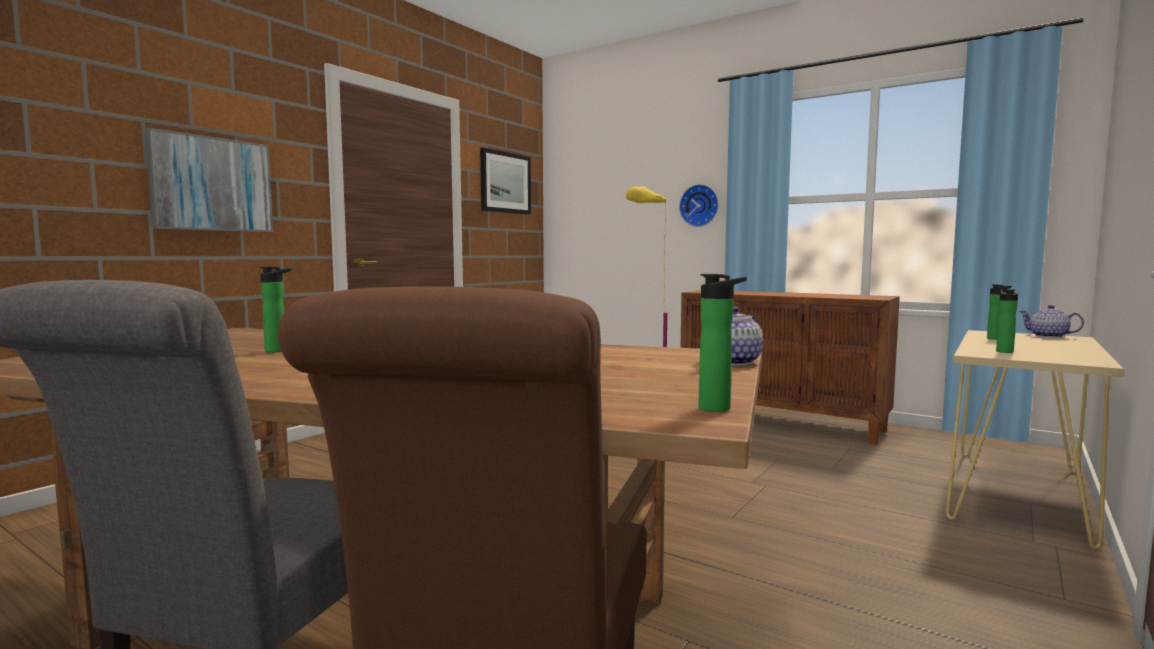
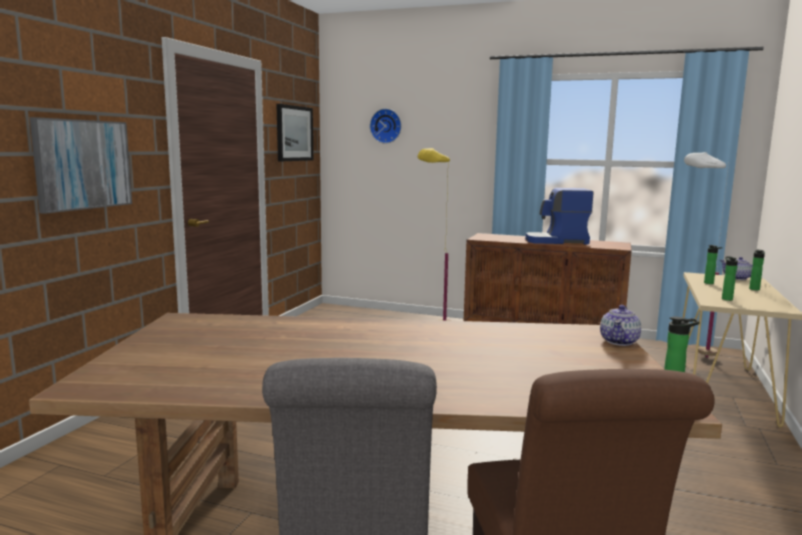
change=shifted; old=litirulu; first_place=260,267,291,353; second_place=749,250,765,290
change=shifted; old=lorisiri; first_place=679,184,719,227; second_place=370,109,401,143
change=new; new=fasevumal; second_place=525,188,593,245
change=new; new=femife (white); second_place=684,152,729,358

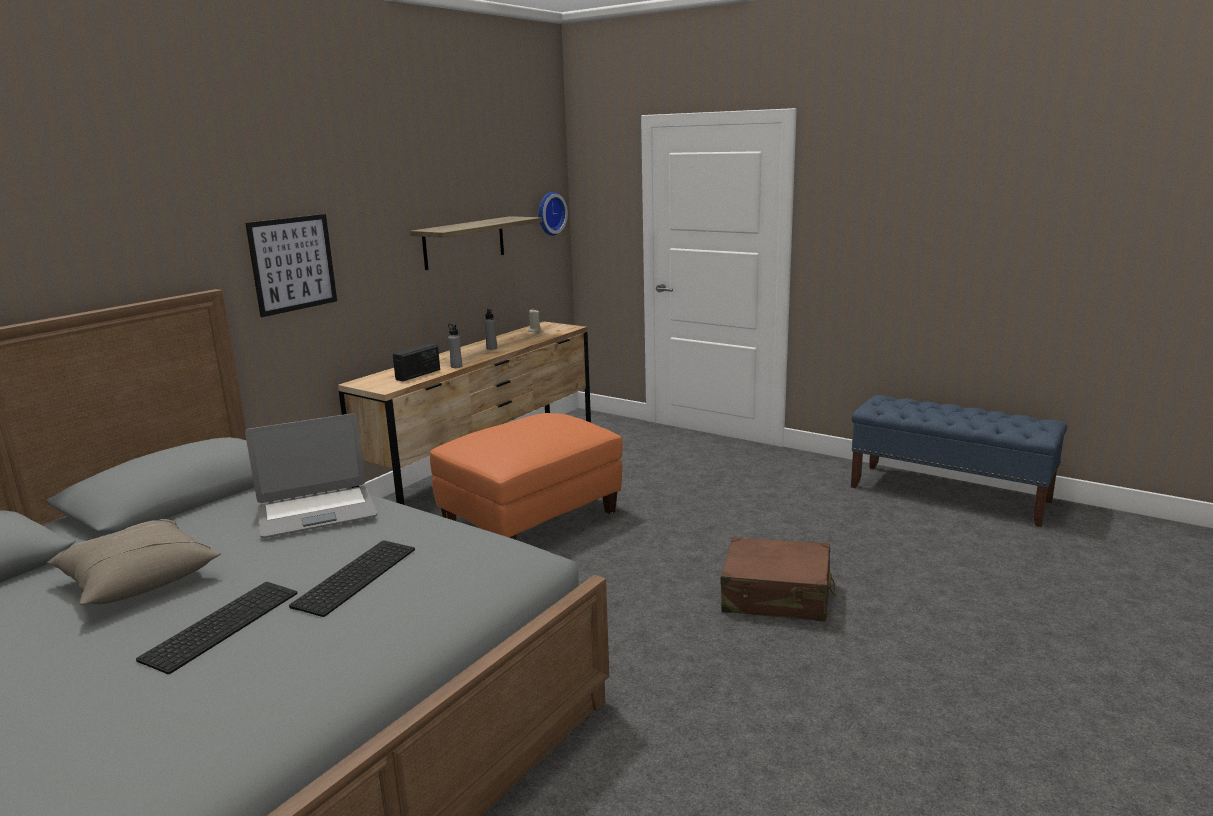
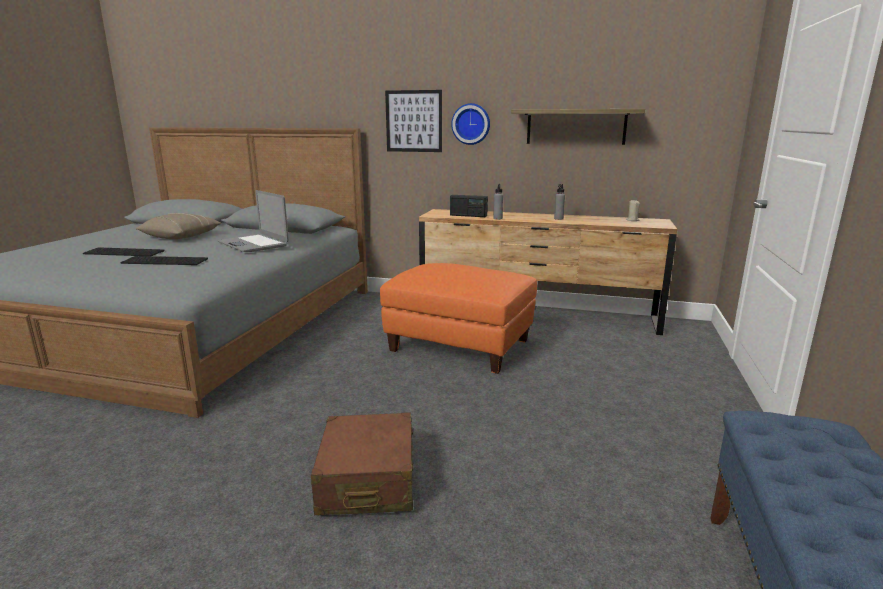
change=shifted; old=lorisiri; first_place=538,192,568,236; second_place=451,103,490,145

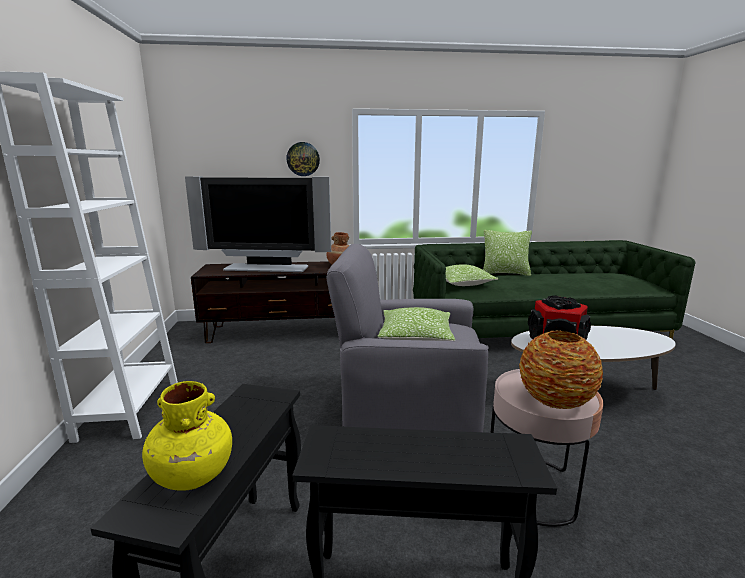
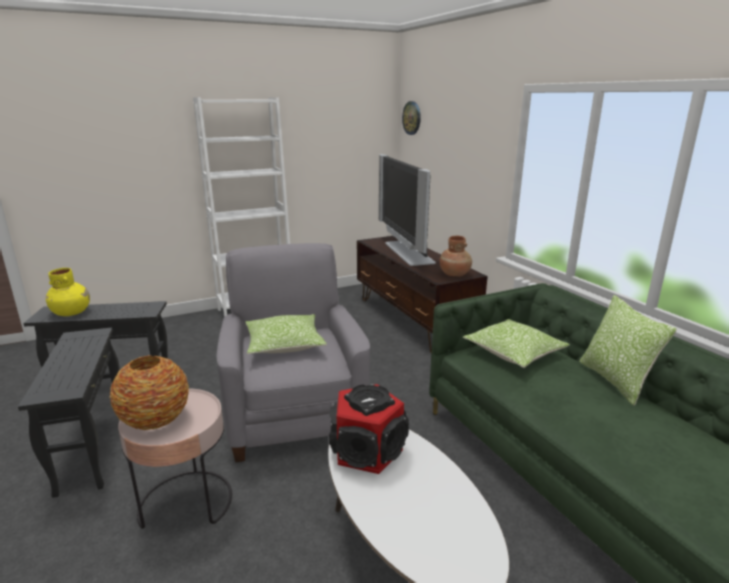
change=shifted; old=lorisiri; first_place=286,142,320,176; second_place=402,101,421,135

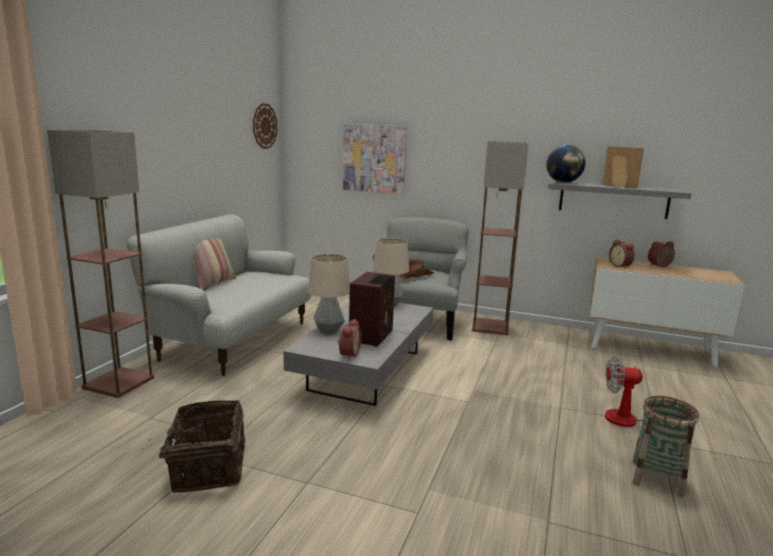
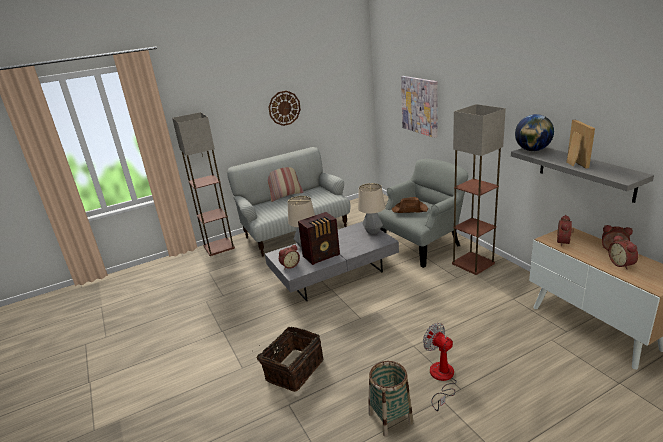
change=shifted; old=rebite; first_place=142,400,245,493; second_place=252,327,323,392
change=shifted; old=lorisiri; first_place=253,103,277,149; second_place=268,91,301,126
change=new; new=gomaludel; second_place=609,235,638,270

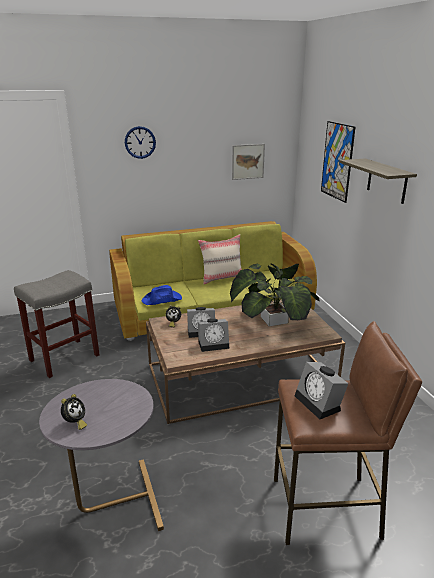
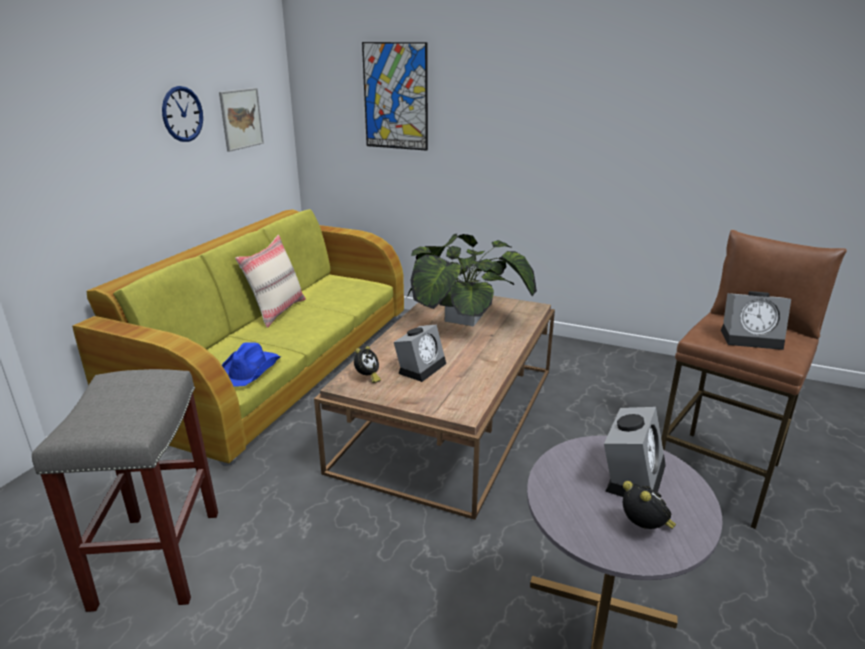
change=shifted; old=lorisiri; first_place=125,126,156,159; second_place=162,86,203,142
change=shifted; old=gomaludel; first_place=198,319,229,352; second_place=604,407,666,497
change=gone; old=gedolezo; first_place=339,158,417,204

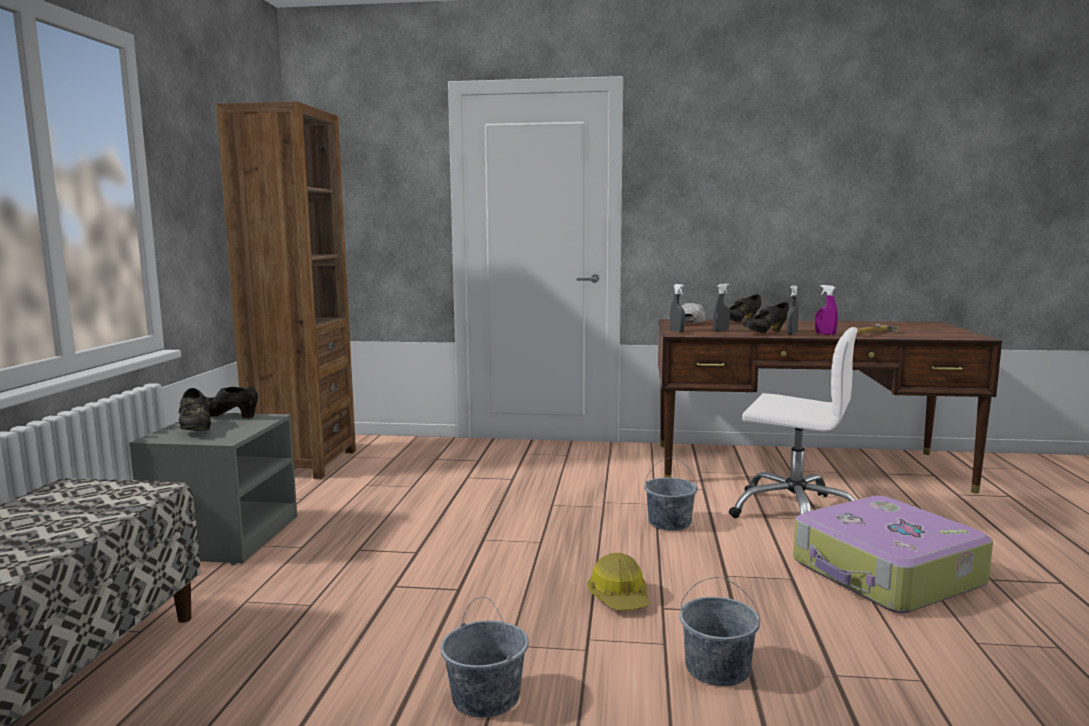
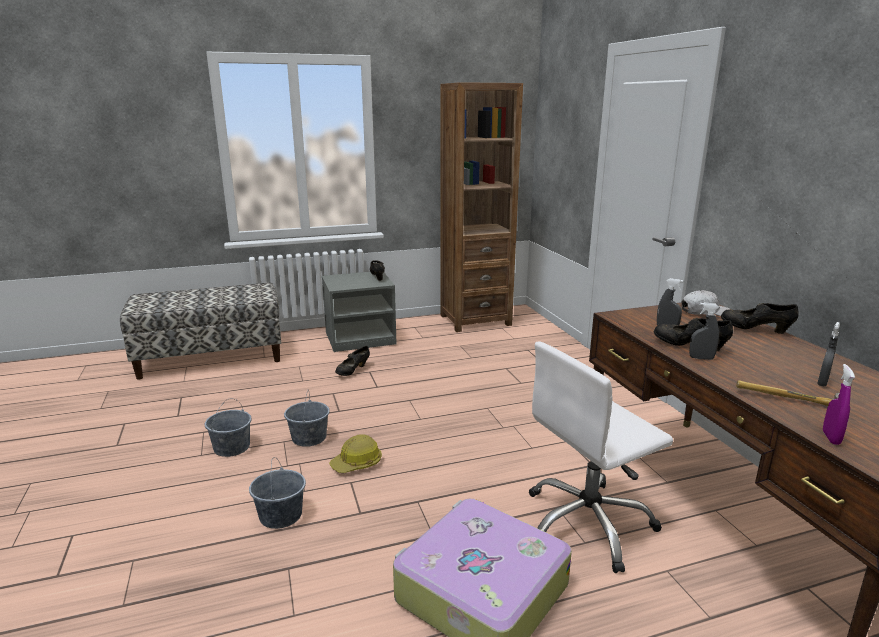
change=shifted; old=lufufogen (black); first_place=179,388,211,431; second_place=335,346,370,376
change=shifted; old=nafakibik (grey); first_place=644,457,698,531; second_place=284,390,330,447
change=shifted; old=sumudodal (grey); first_place=670,284,685,332; second_place=817,322,840,387
change=rotated; old=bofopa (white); first_place=729,327,858,518; second_place=529,341,673,573; degrees=60
change=shifted; old=sumudodal (purple); first_place=815,285,838,335; second_place=823,364,855,445

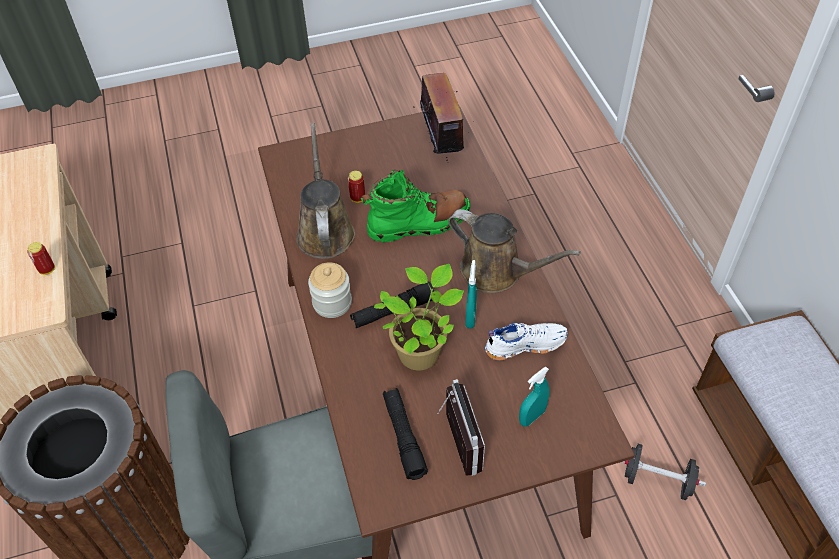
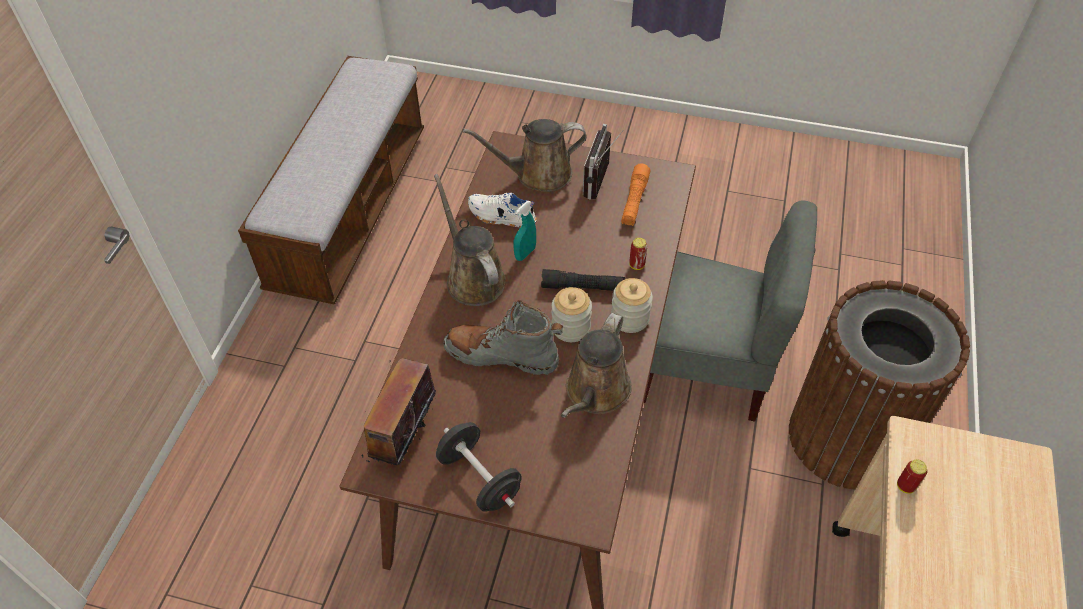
change=shifted; old=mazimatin; first_place=348,171,365,203; second_place=629,238,647,270
change=repainted; old=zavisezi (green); new=zavisezi (grey); first_place=361,170,470,243; second_place=444,300,563,375
change=gone; old=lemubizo; first_place=374,264,464,370
change=repainted; old=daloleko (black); new=daloleko (orange); first_place=383,388,428,480; second_place=621,163,650,226
change=swapped; old=sumudodal (turquoise); new=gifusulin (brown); first_place=519,367,549,427; second_place=463,119,587,192
change=shifted; old=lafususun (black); first_place=622,444,706,500; second_place=436,422,522,512
change=new; new=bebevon; second_place=552,287,592,342

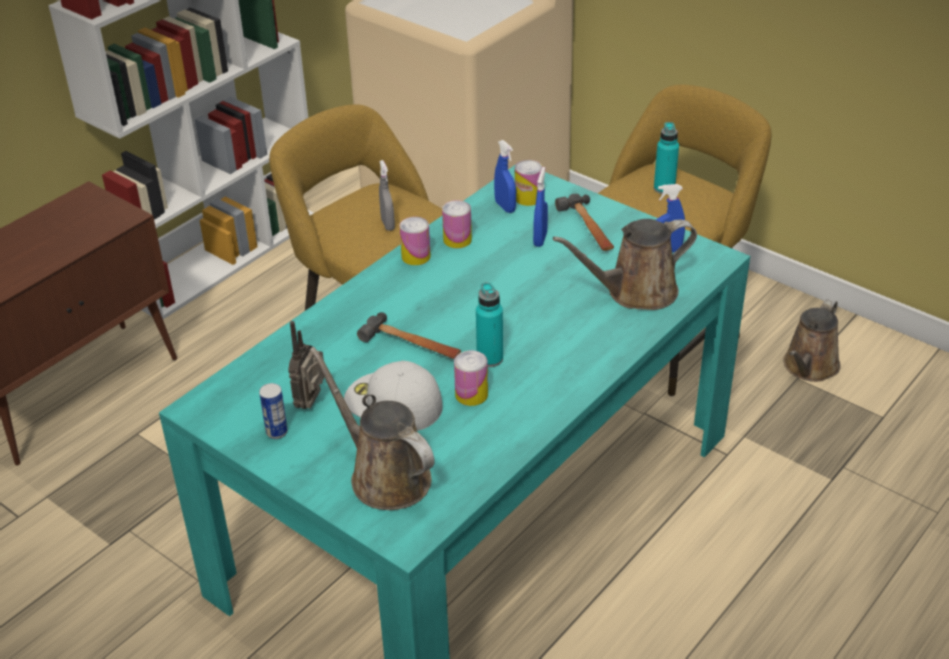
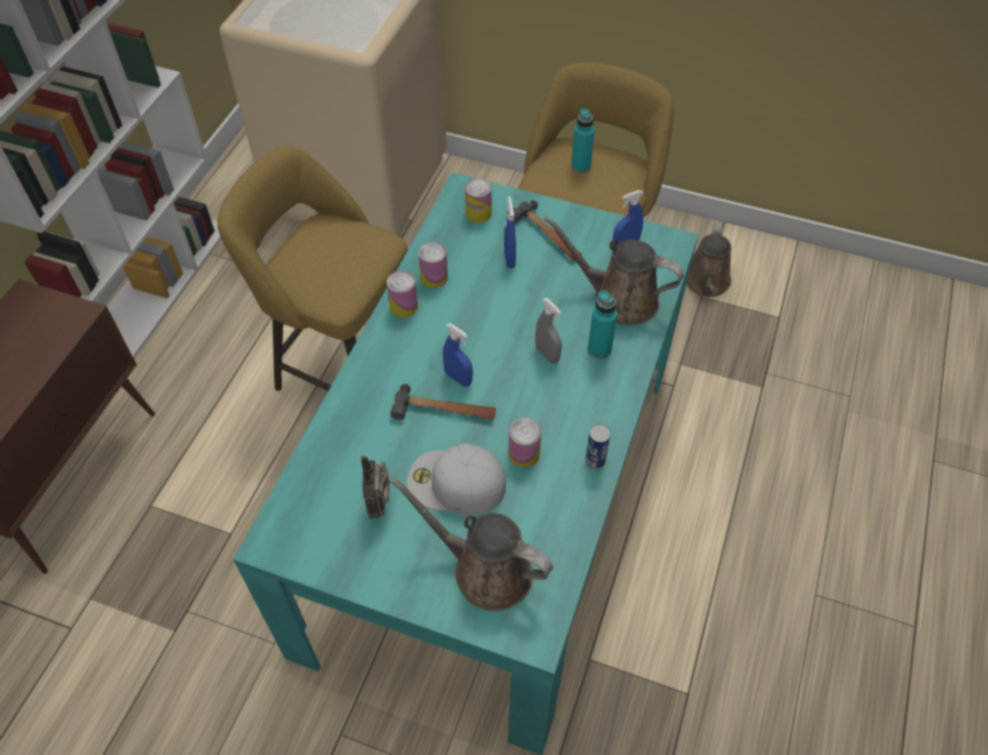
change=shifted; old=mazimatin; first_place=259,383,288,439; second_place=585,424,611,469
change=shifted; old=sumudodal (grey); first_place=379,160,395,231; second_place=535,298,562,364
change=shifted; old=litirulu (turquoise); first_place=476,282,503,367; second_place=588,290,617,359
change=shifted; old=sumudodal (blue); first_place=494,140,516,213; second_place=443,323,473,387
change=rotated; old=gifusulin (brown); first_place=553,219,697,310; second_place=544,216,684,326; degrees=60

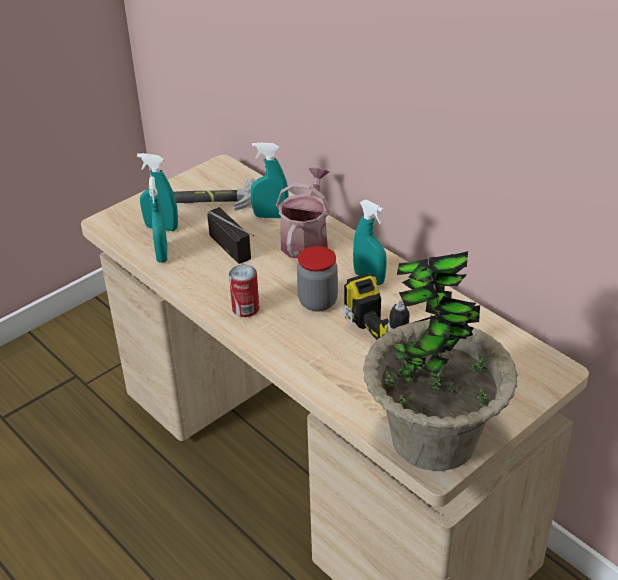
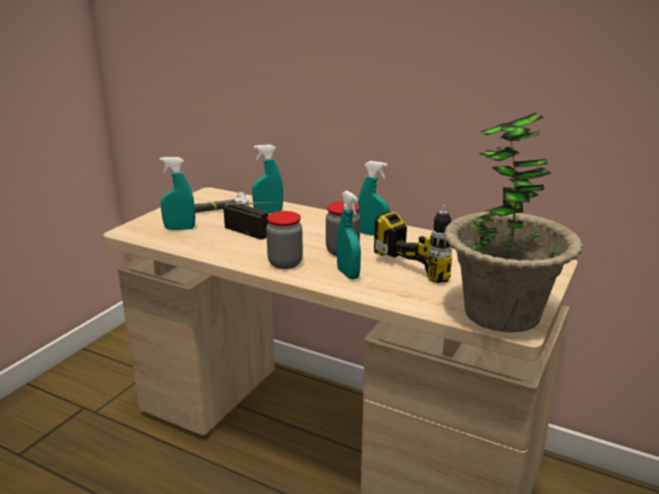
change=shifted; old=sumudodal (turquoise); first_place=149,177,168,263; second_place=337,191,361,280
change=swapped; old=mazimatin; new=bebevon; first_place=229,265,259,317; second_place=266,211,303,269
change=gone; old=gifusulin; first_place=276,167,330,259

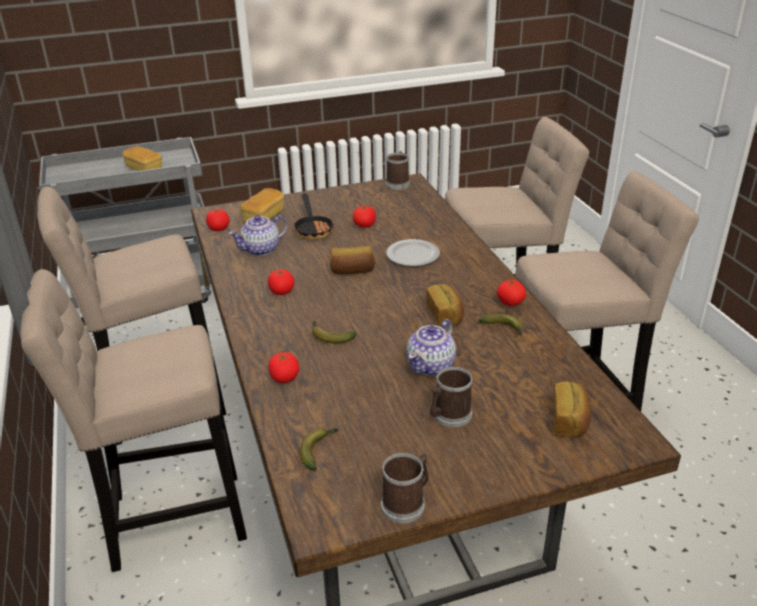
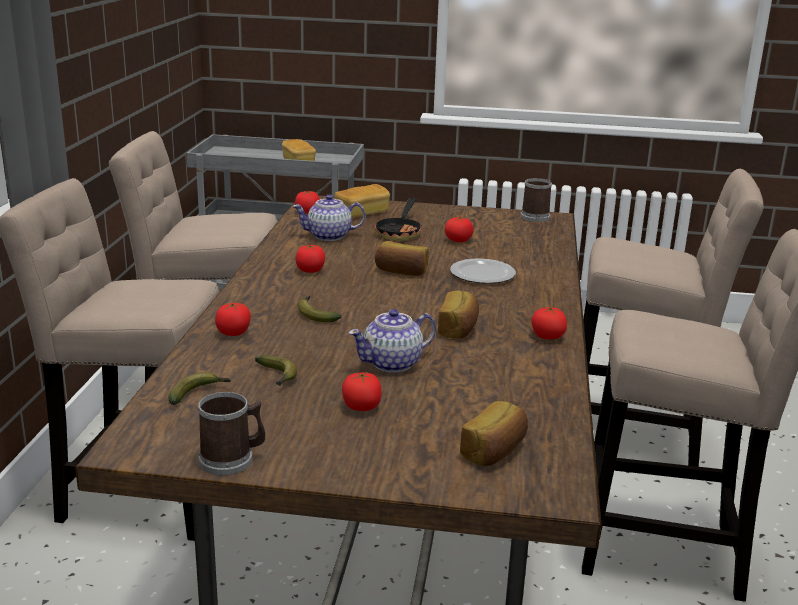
change=swapped; old=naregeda; new=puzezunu; first_place=430,367,473,428; second_place=342,371,382,411
change=shifted; old=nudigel; first_place=478,314,523,336; second_place=255,355,298,386

